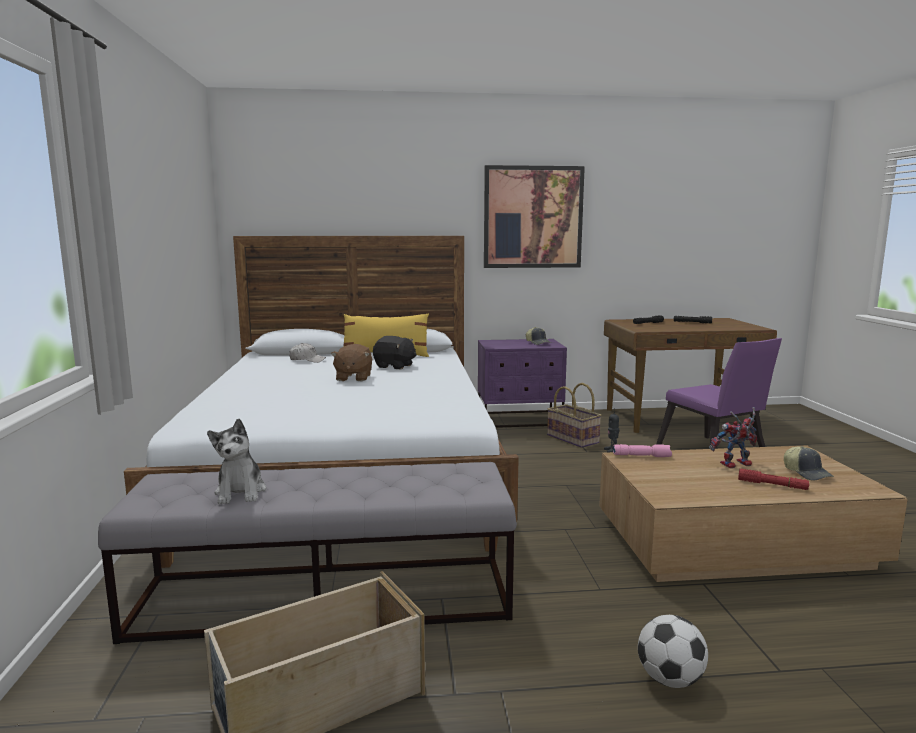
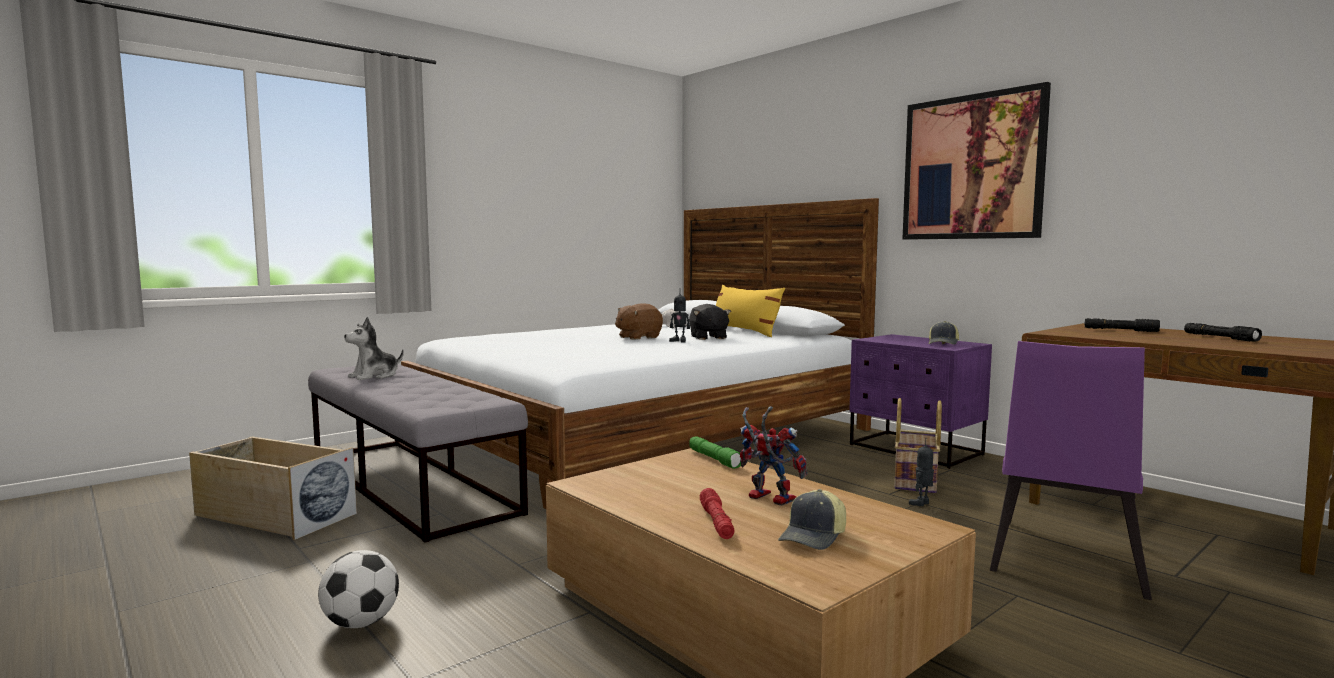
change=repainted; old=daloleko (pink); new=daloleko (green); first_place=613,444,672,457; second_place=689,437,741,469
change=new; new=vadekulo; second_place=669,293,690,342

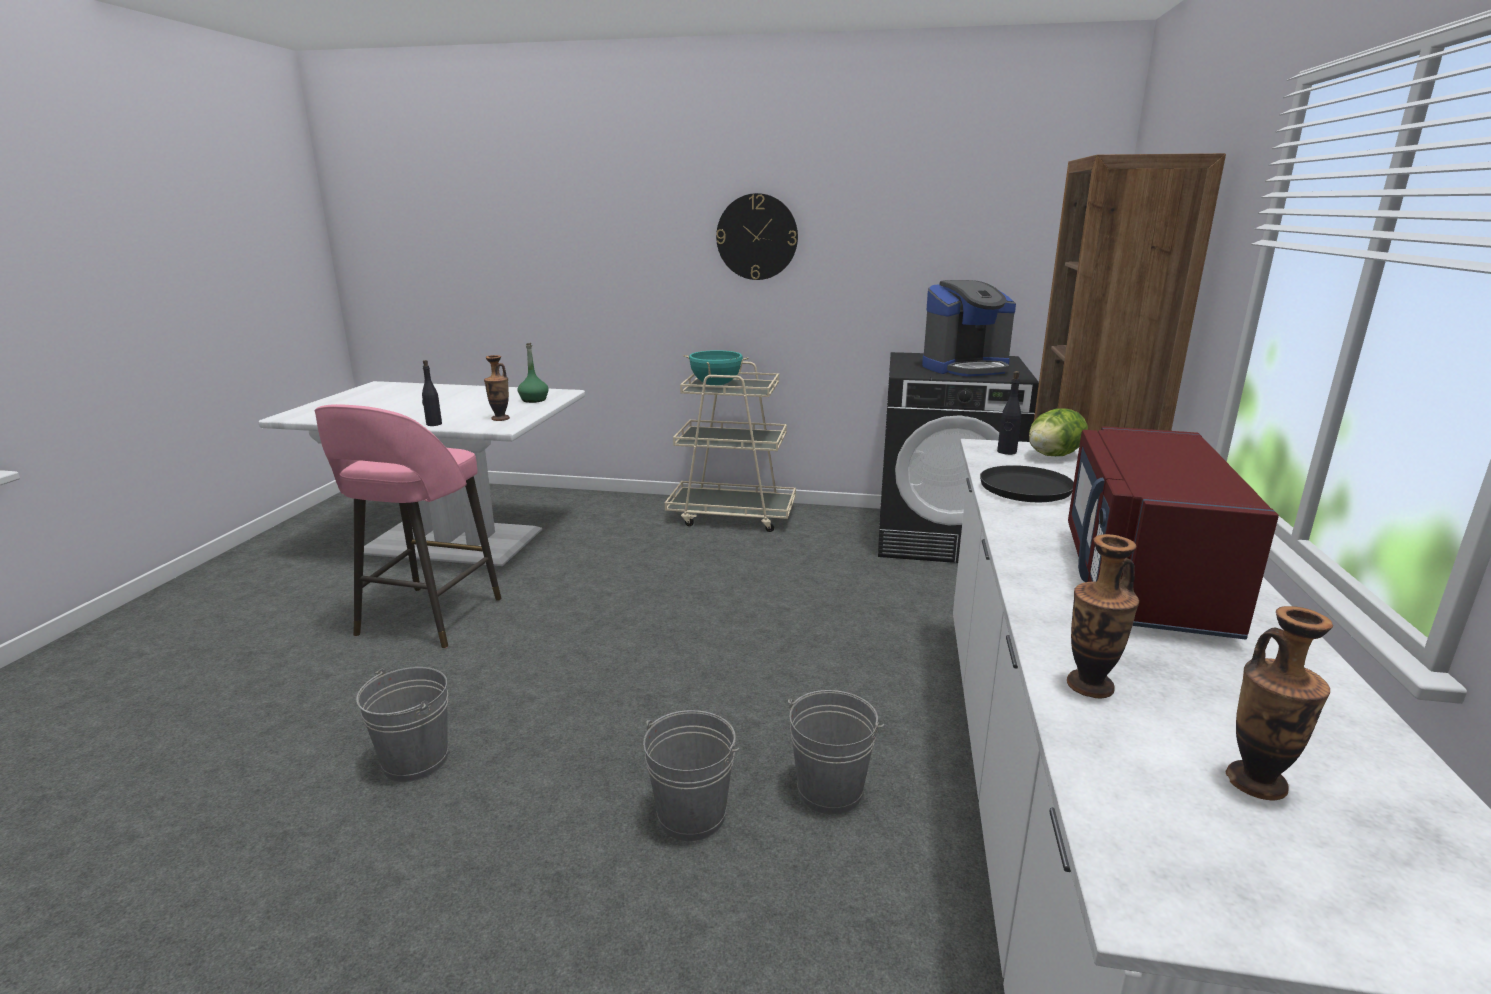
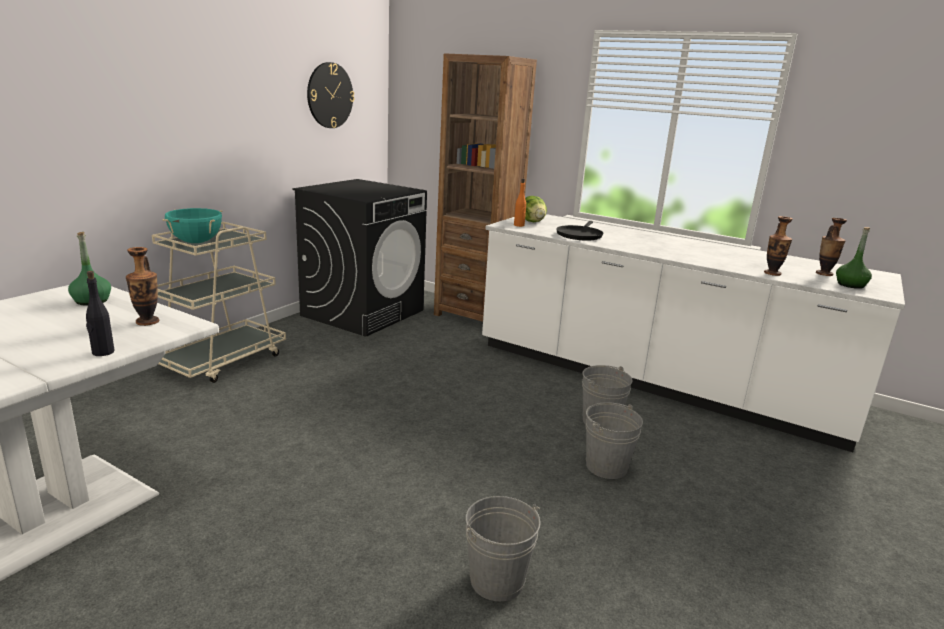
change=gone; old=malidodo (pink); first_place=315,404,501,648
change=shifted; old=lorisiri; first_place=716,193,798,280; second_place=307,62,355,128
change=gone; old=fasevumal; first_place=922,280,1016,377
change=repainted; old=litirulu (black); new=litirulu (orange); first_place=997,371,1021,455; second_place=514,179,526,227
change=gone; old=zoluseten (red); first_place=1068,426,1279,640
change=new; new=litirulu (green); second_place=836,227,872,289

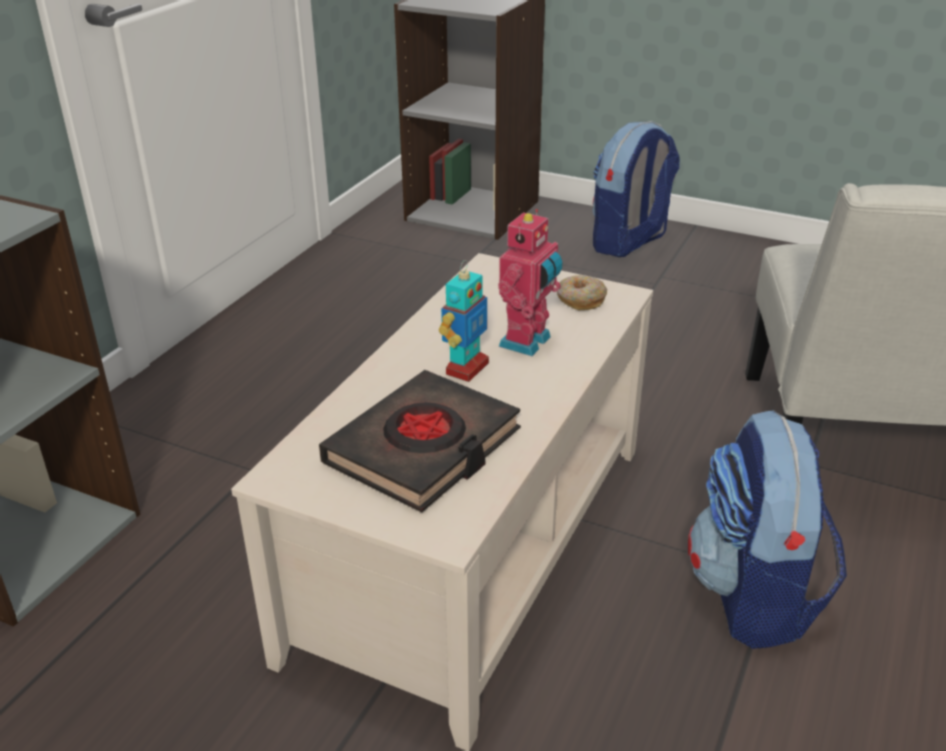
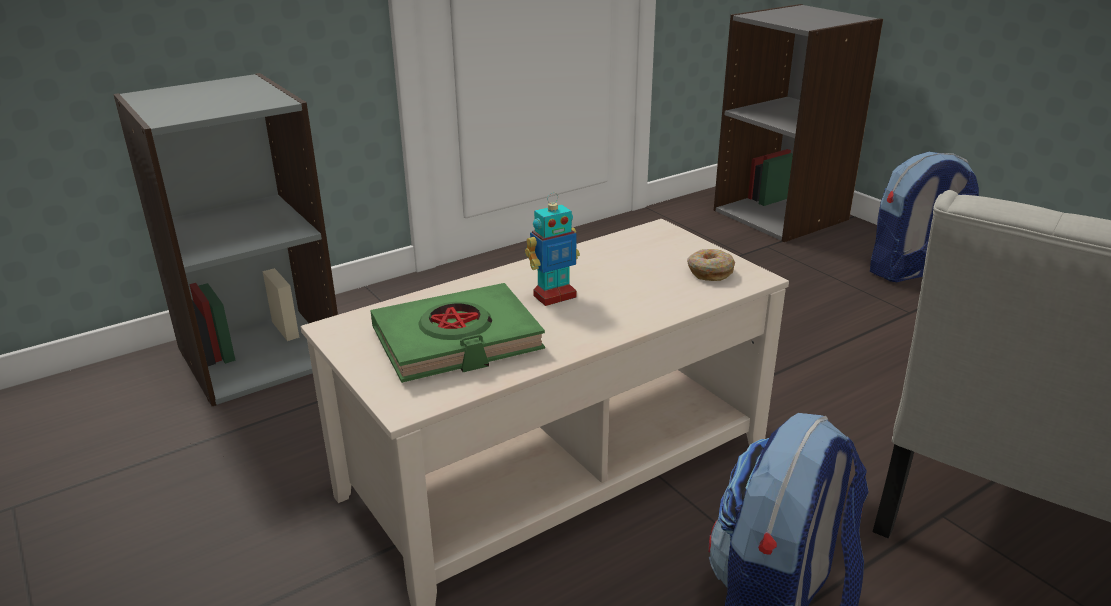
change=repainted; old=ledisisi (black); new=ledisisi (green); first_place=319,370,521,513; second_place=370,283,545,383
change=gone; old=vadekulo; first_place=498,209,562,356

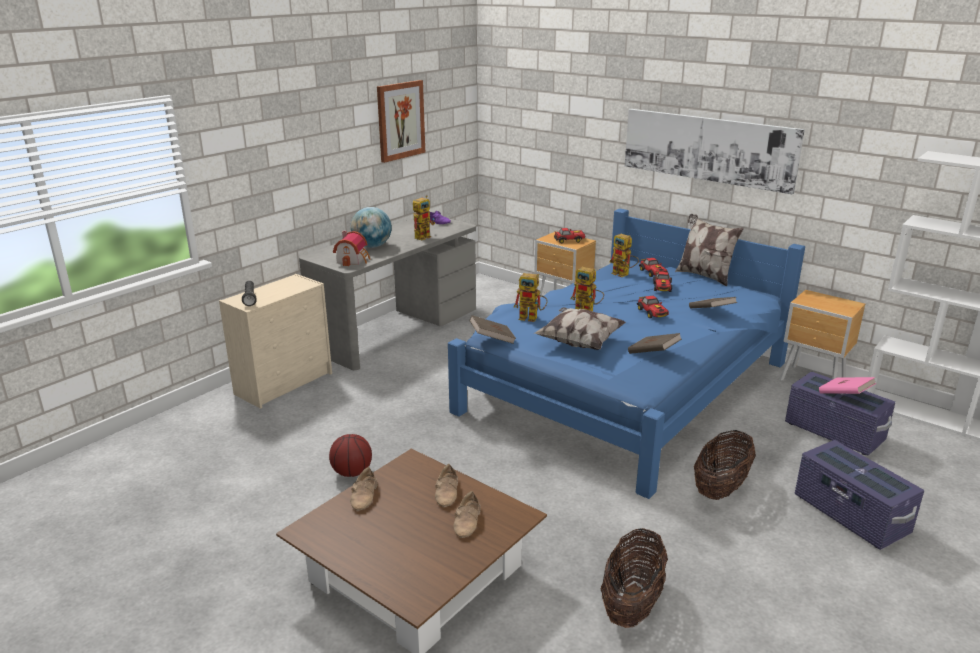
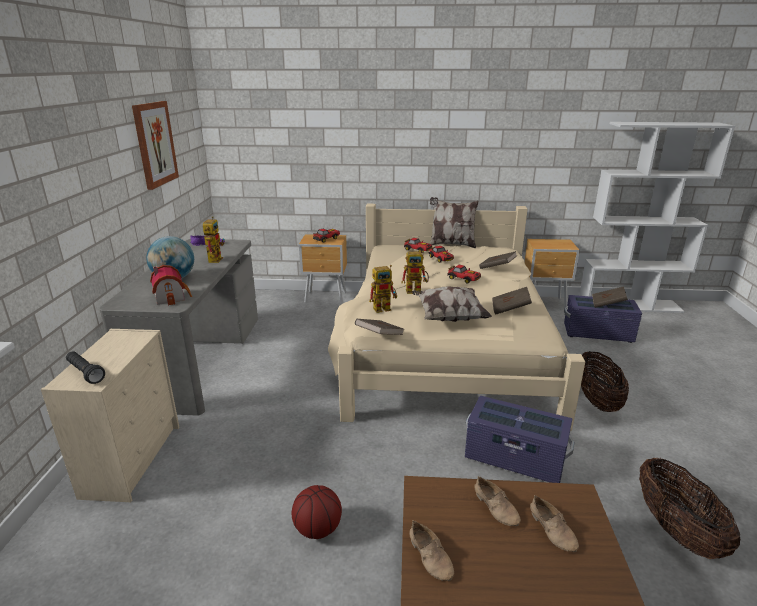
change=repainted; old=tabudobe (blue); new=tabudobe (beige); first_place=448,208,805,499; second_place=328,204,585,431
change=gone; old=vadekulo; first_place=610,234,639,277
change=gone; old=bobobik; first_place=625,109,805,195
change=shifted; old=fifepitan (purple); first_place=795,440,924,550; second_place=465,396,575,483
change=repainted; old=ledisisi (pink); new=ledisisi (brown); first_place=819,377,876,394; second_place=592,286,628,308

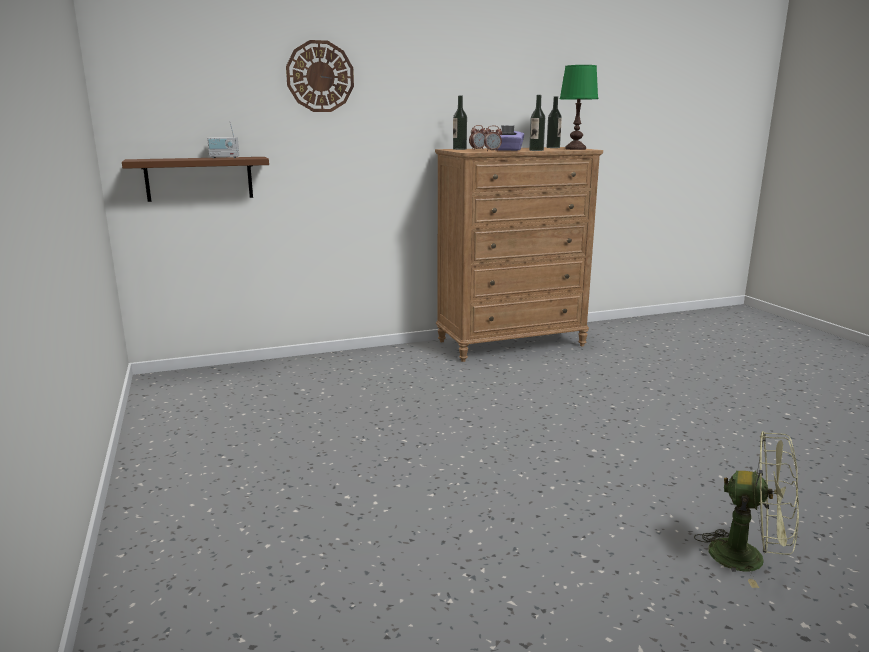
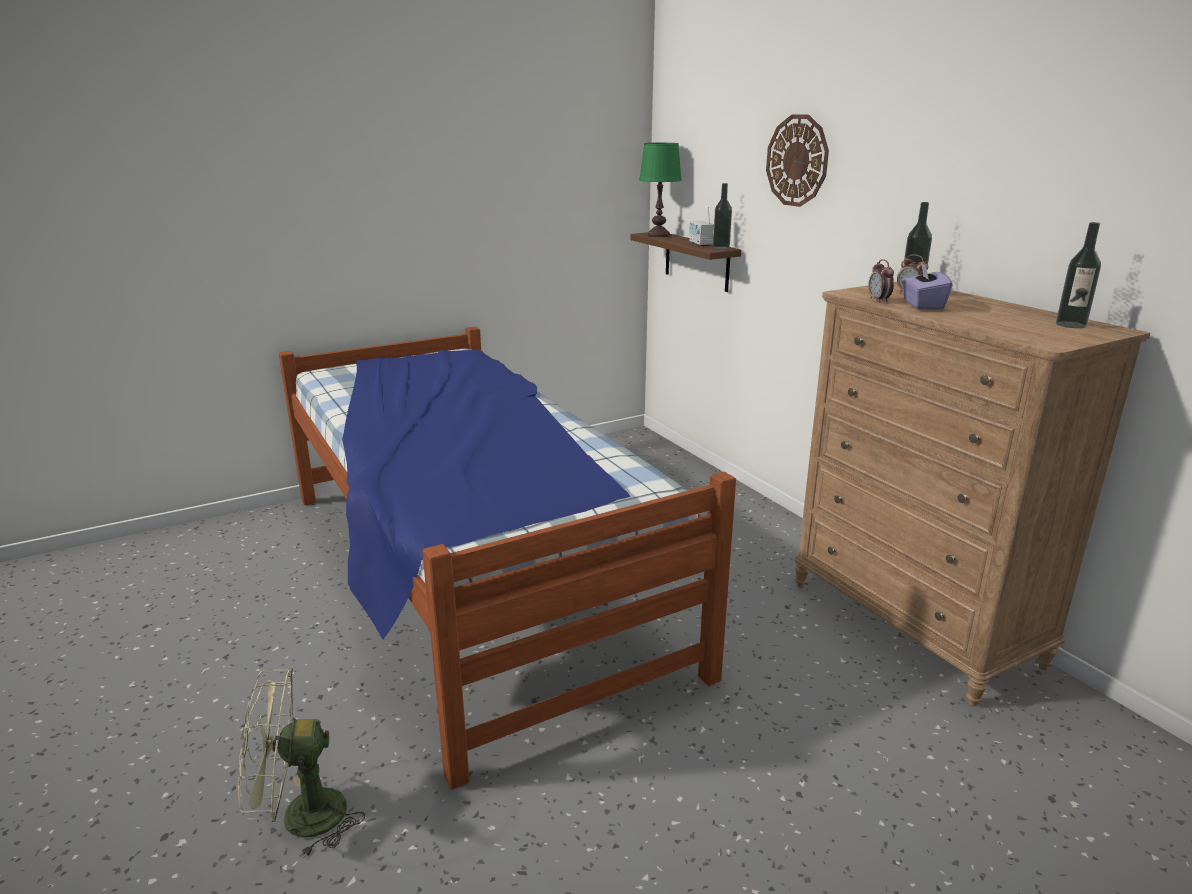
change=shifted; old=litirulu; first_place=529,95,545,151; second_place=713,183,732,250
change=shifted; old=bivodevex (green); first_place=560,65,598,150; second_place=639,143,682,237
change=rotated; old=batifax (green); first_place=694,431,799,588; second_place=238,668,365,859; degrees=60
change=new; new=tabudobe; second_place=279,327,736,790

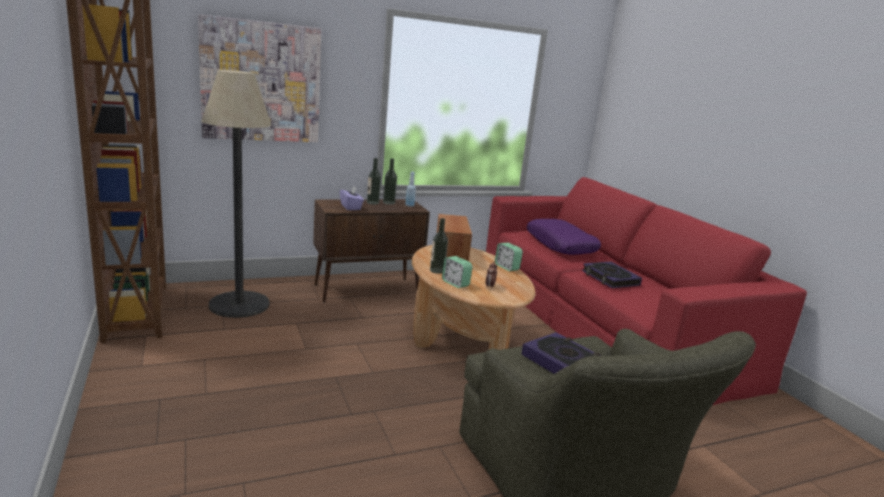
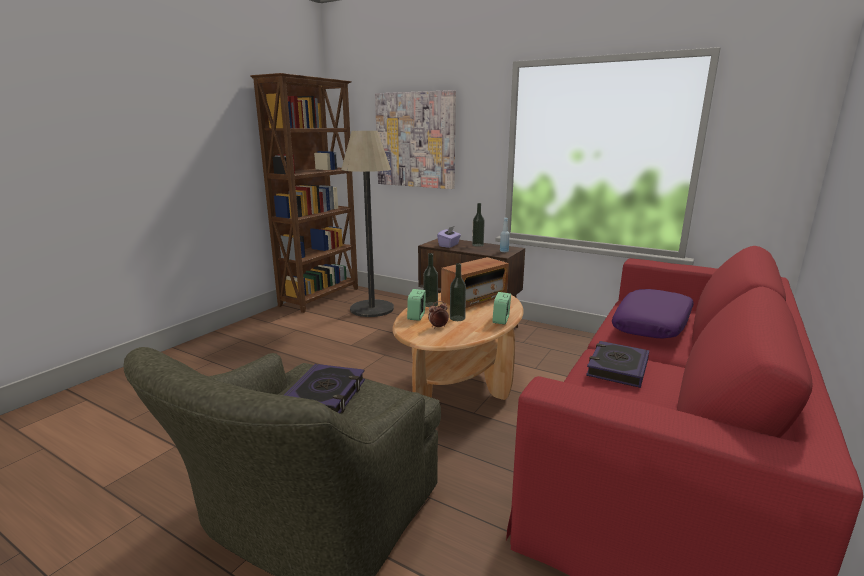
change=shifted; old=litirulu; first_place=383,158,397,205; second_place=450,263,466,321

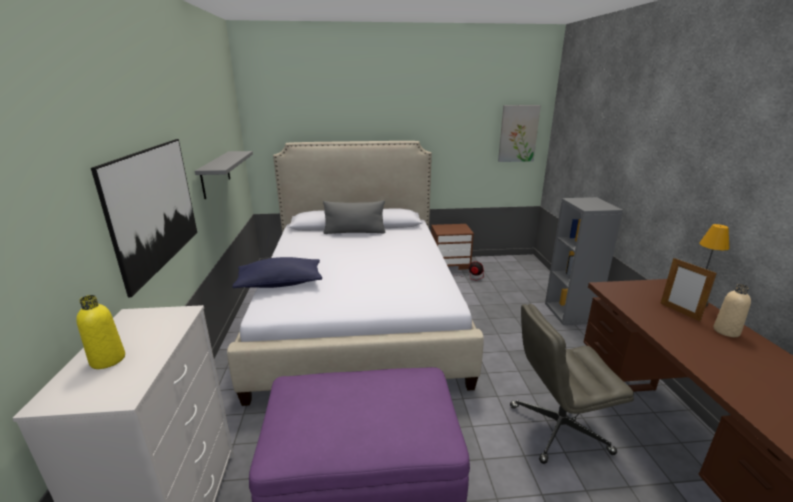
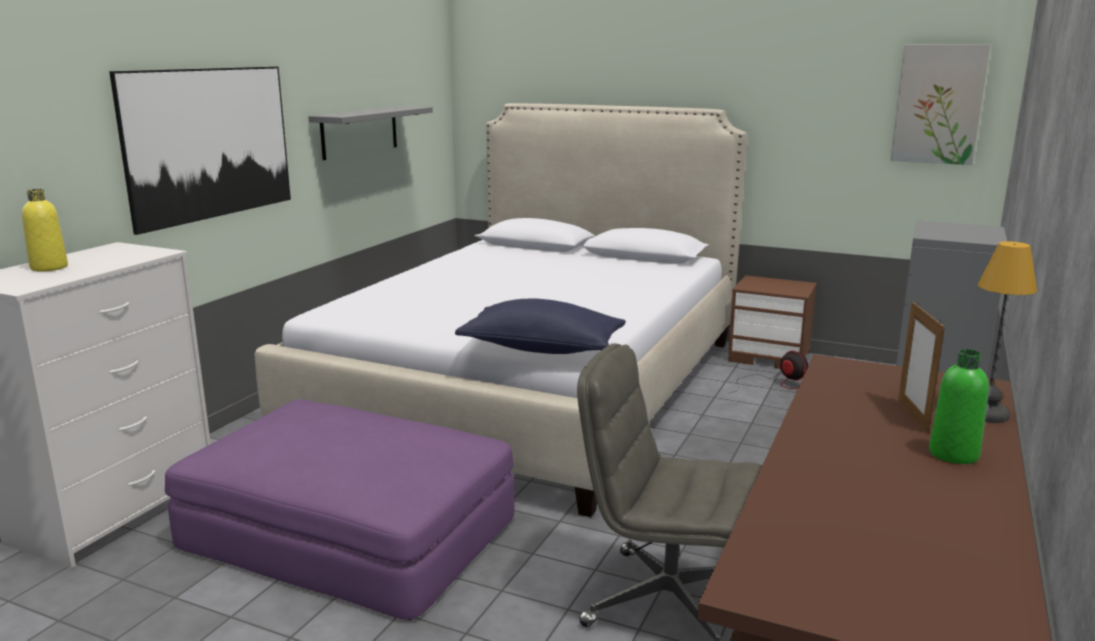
change=shifted; old=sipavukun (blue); first_place=232,257,322,288; second_place=455,299,626,354
change=gone; old=sipavukun (grey); first_place=323,200,386,234
change=repainted; old=litirulu (beige); new=litirulu (green); first_place=713,284,751,337; second_place=929,349,989,464

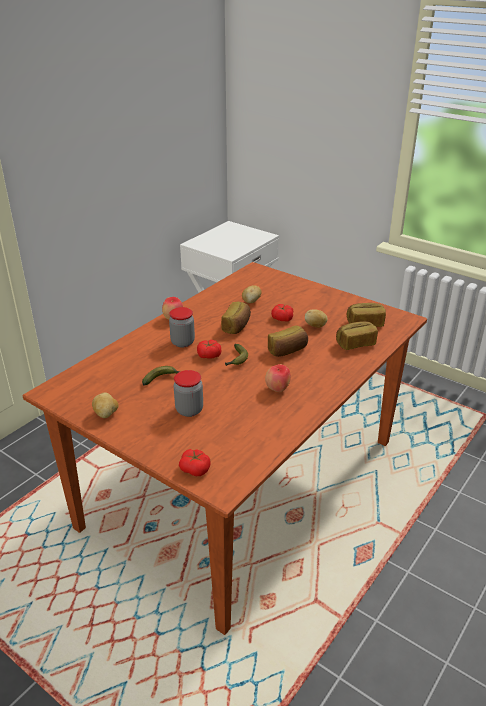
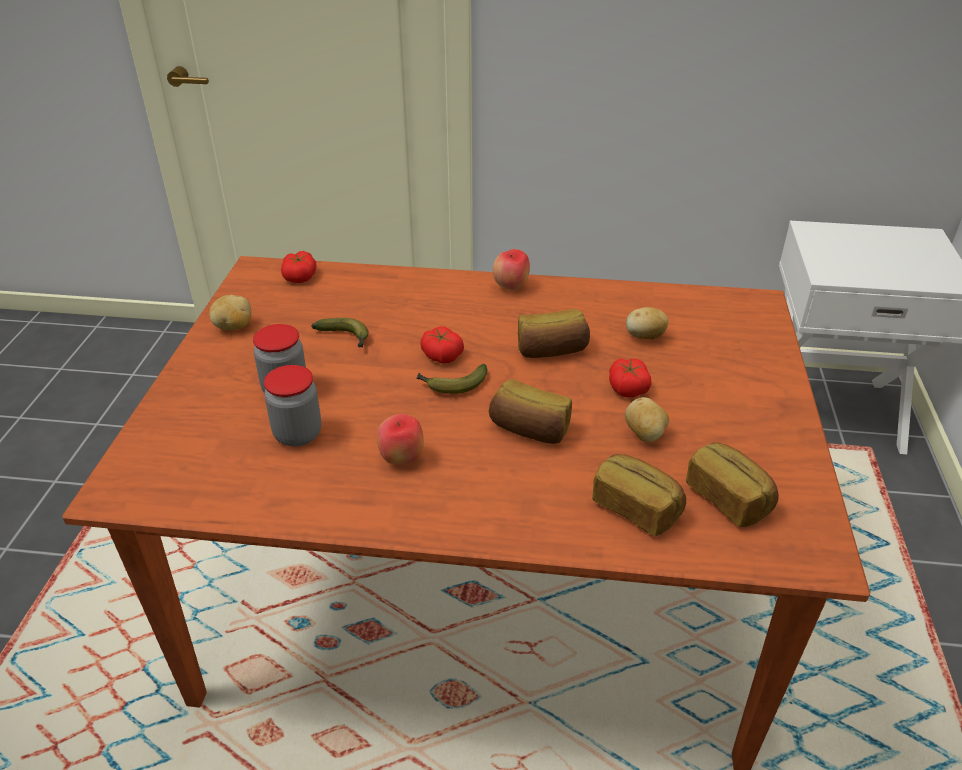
change=shifted; old=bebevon; first_place=169,307,195,347; second_place=264,365,321,447
change=shifted; old=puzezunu; first_place=179,449,210,476; second_place=281,251,317,283

